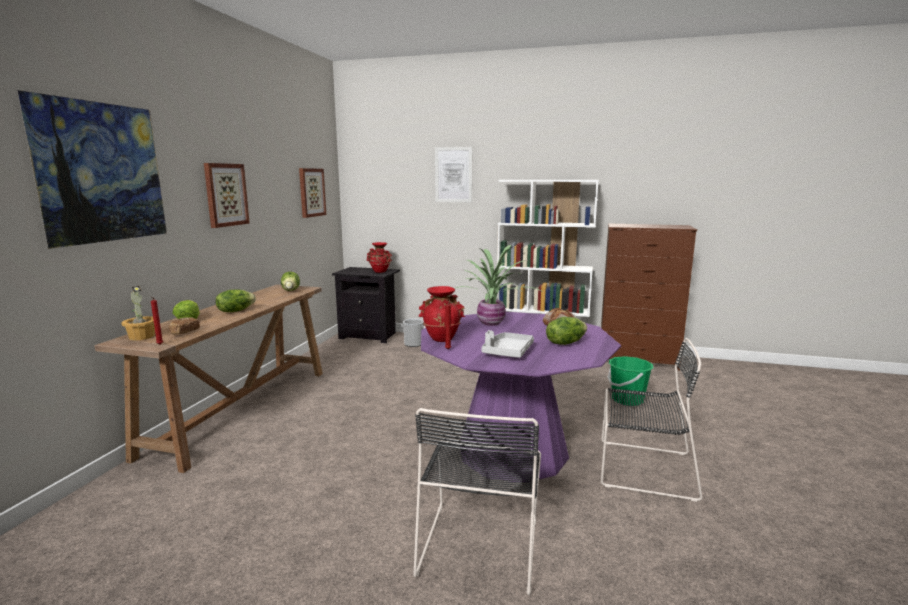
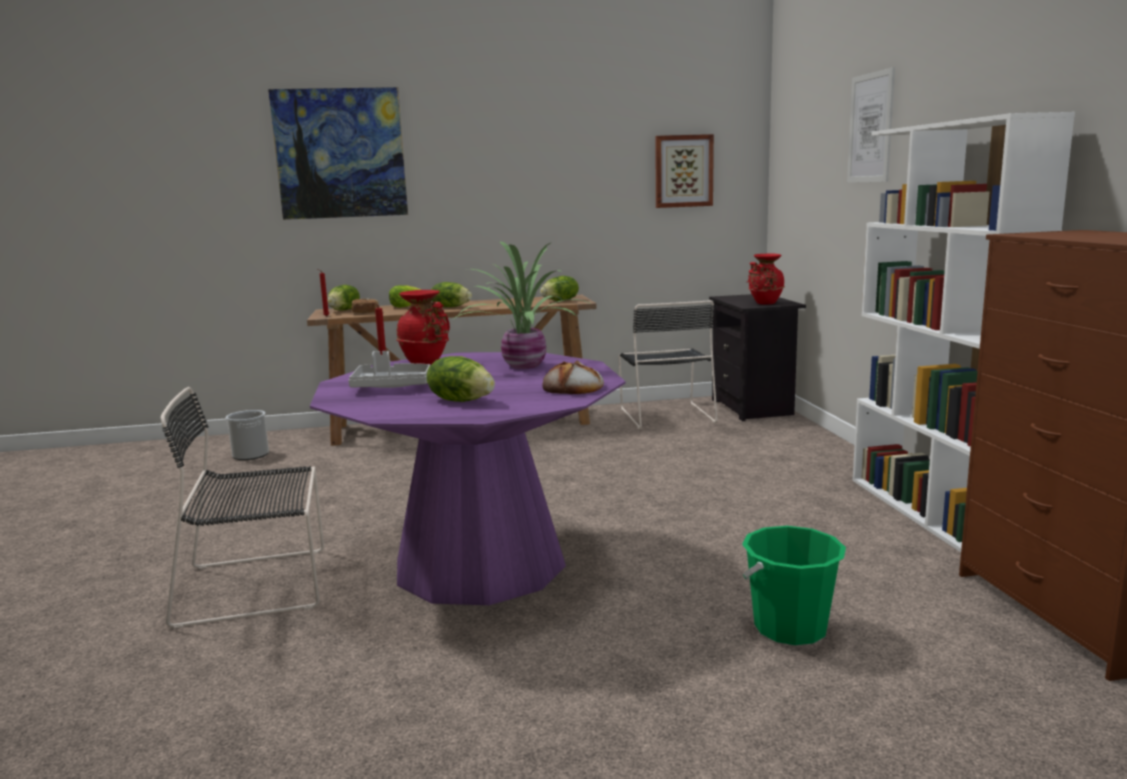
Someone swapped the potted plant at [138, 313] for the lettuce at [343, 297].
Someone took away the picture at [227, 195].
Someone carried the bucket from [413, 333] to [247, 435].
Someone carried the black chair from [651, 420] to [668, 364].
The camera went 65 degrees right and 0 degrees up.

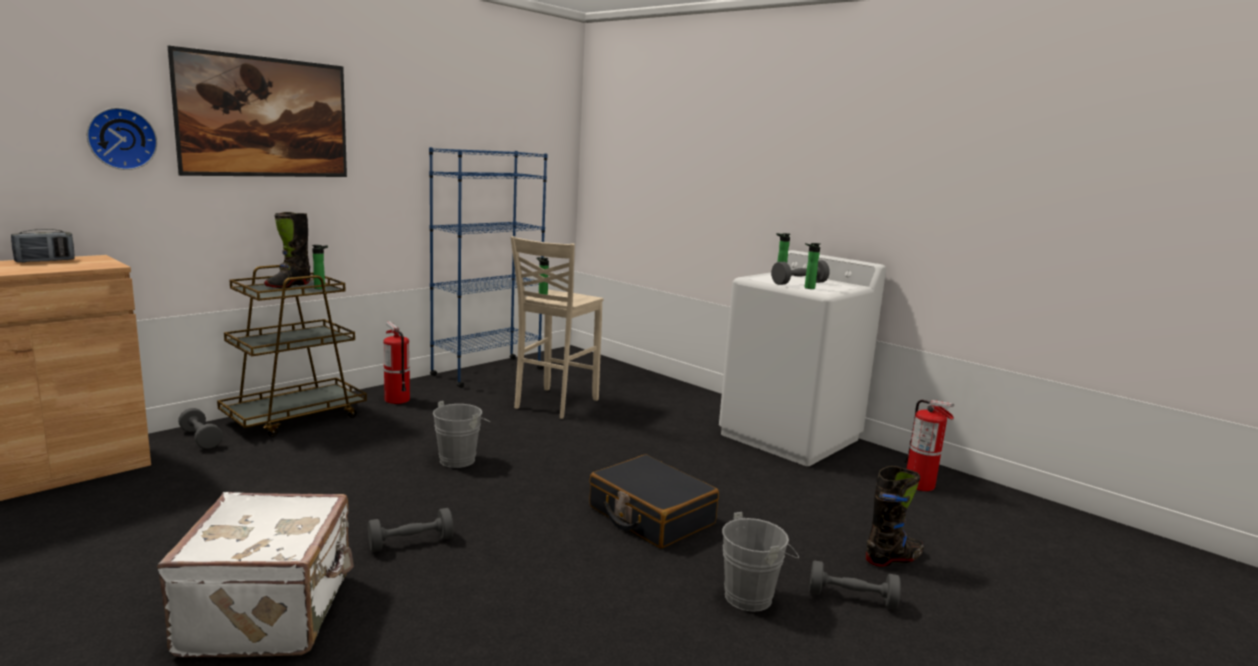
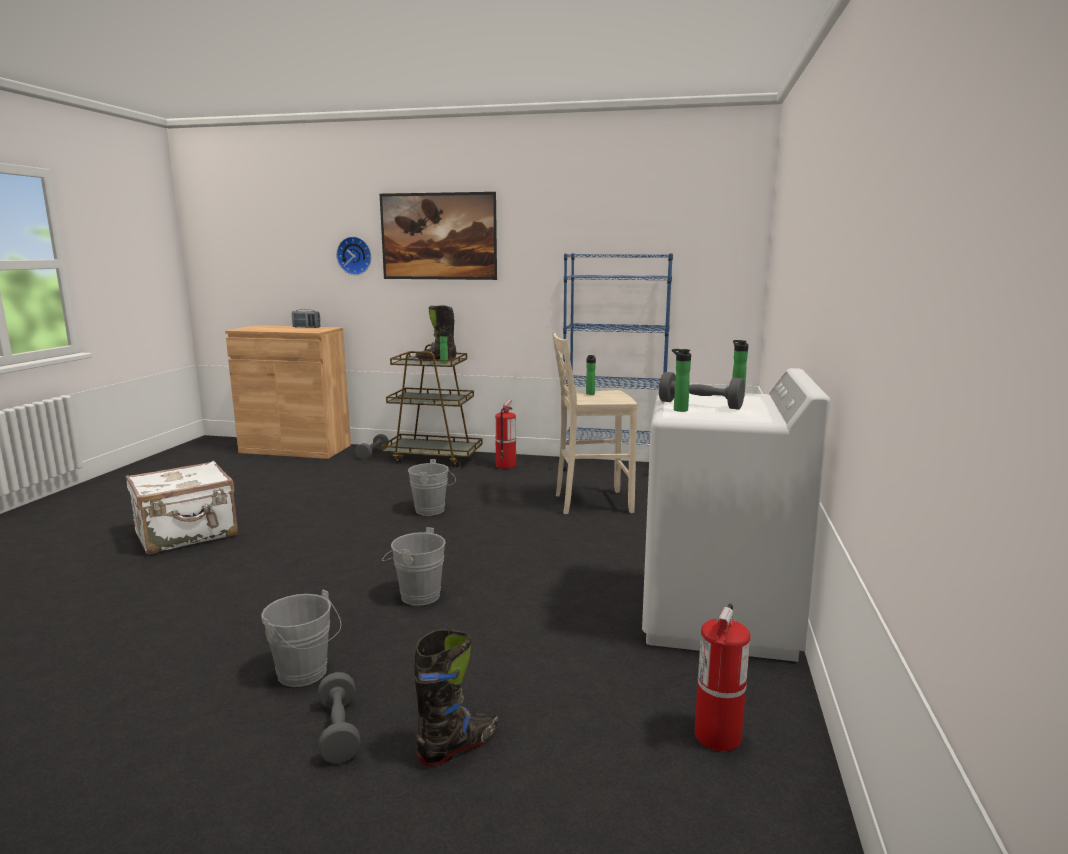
Someone took away the grey dumbbell at [411, 530].
Someone swapped the black suitcase at [654, 501] for the grey bucket at [414, 566].
Someone rotated the black boot at [895, 516] by 75 degrees counterclockwise.
The camera went 60 degrees right and 0 degrees up.

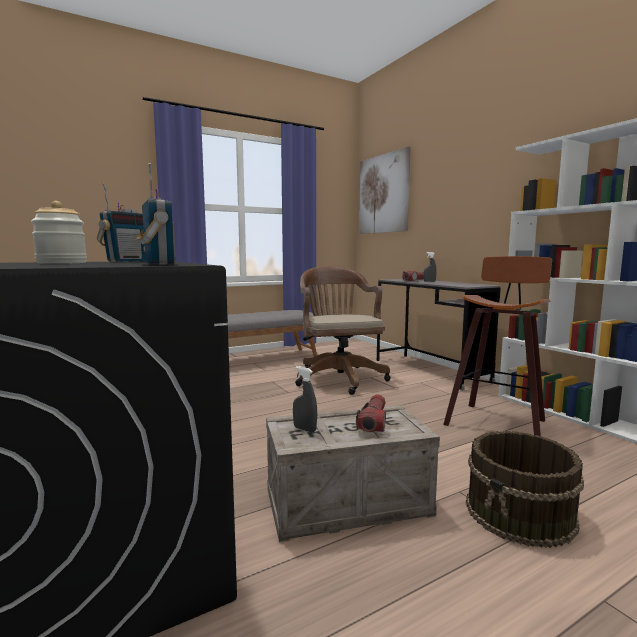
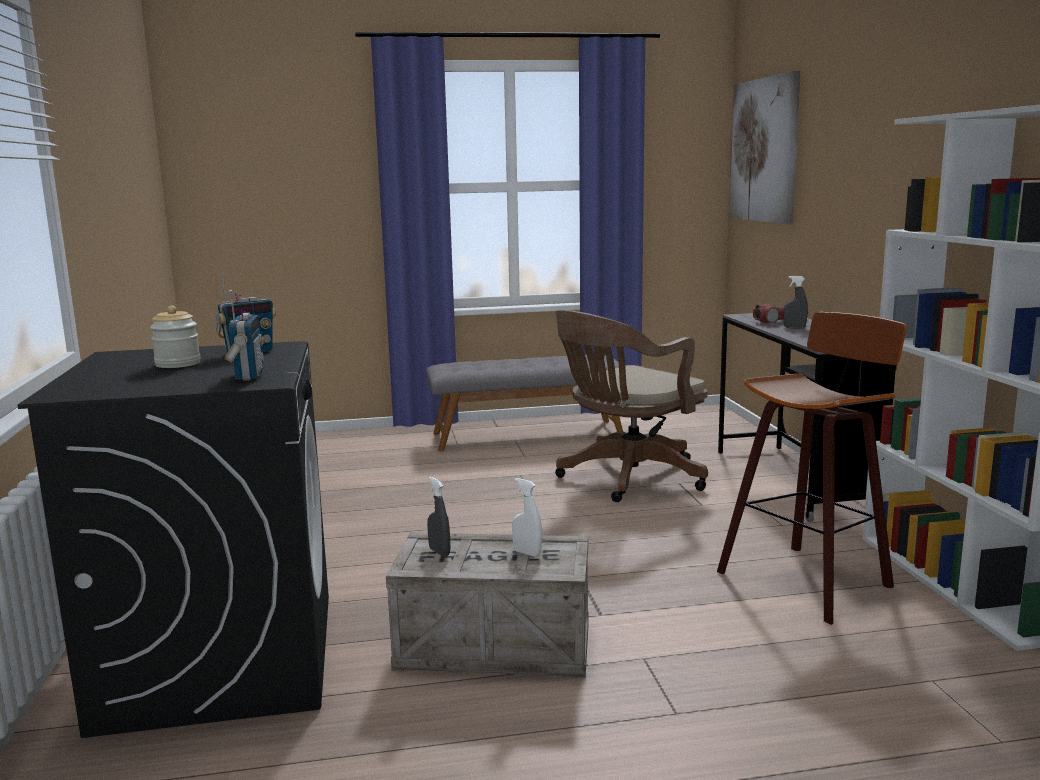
Someone rotated the brown office chair at [343, 330] by 135 degrees counterclockwise.
Someone swapped the flashlight at [371, 413] for the white spray bottle at [527, 517].
Someone took away the brown bucket at [525, 489].
The camera went 20 degrees right and 5 degrees up.

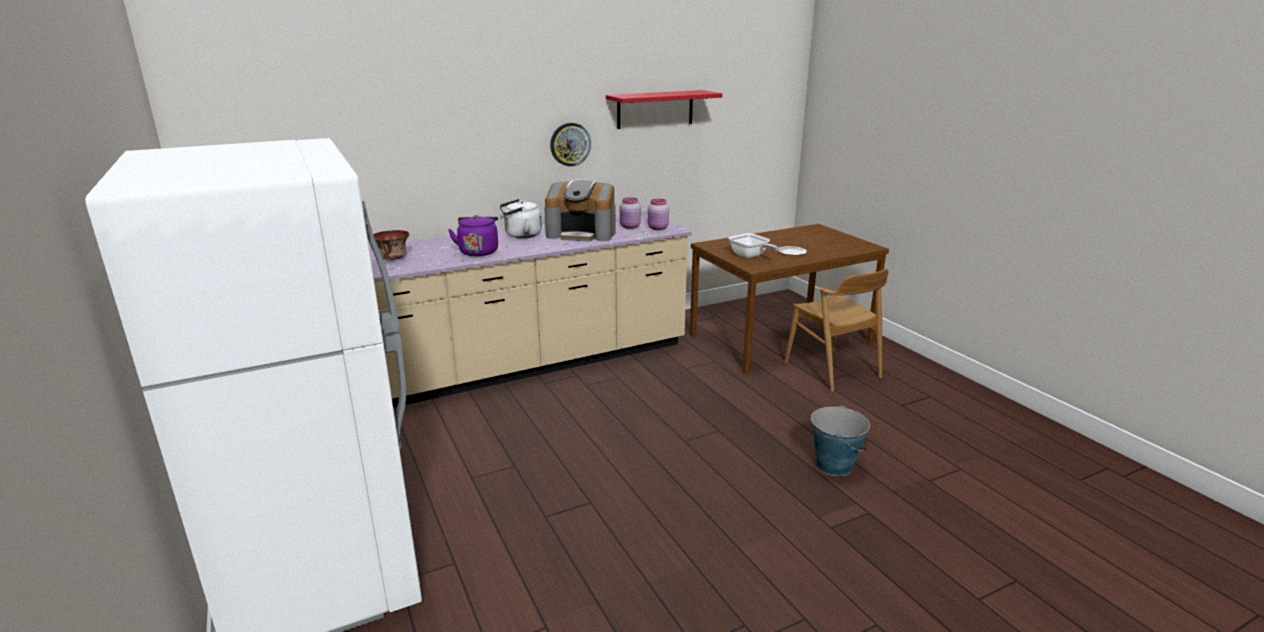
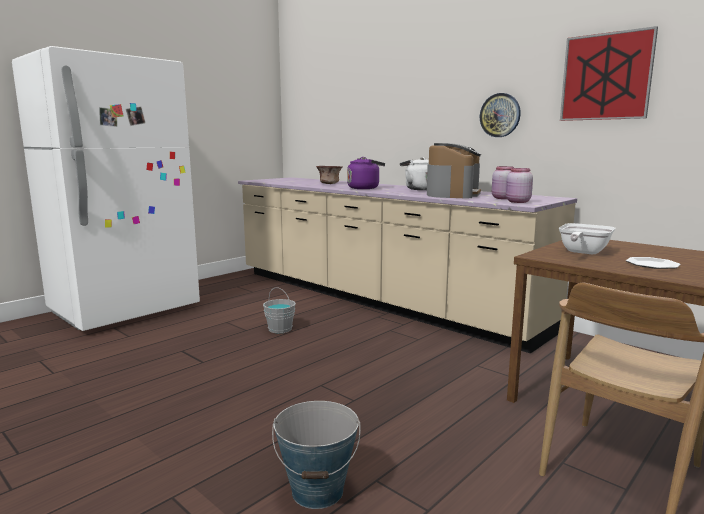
Someone rotated the coffee machine at [580, 210] by 150 degrees counterclockwise.
Someone swapped the red shelf at [664, 109] for the picture at [609, 73].
Someone put down the grey bucket at [279, 310].
The camera went 70 degrees right and 10 degrees down.

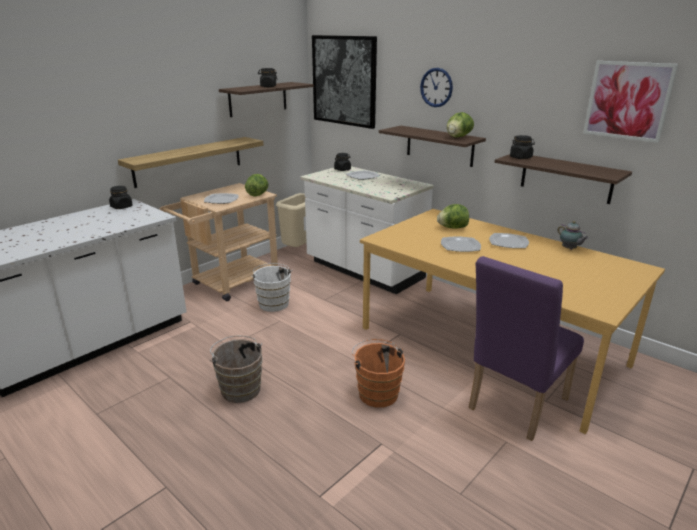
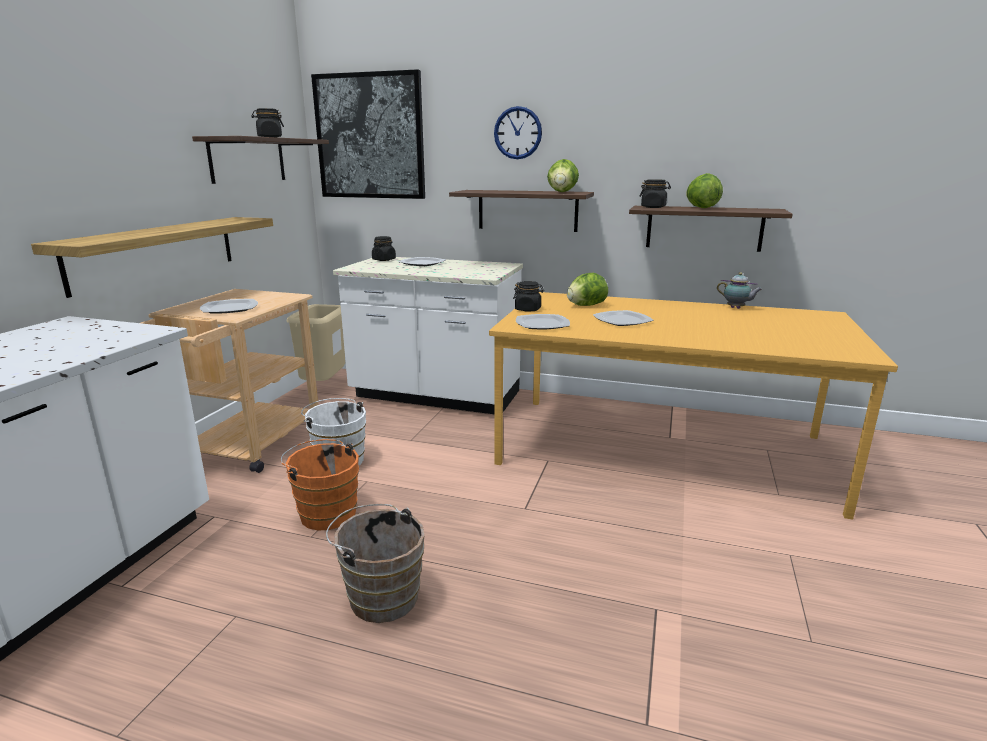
Someone carried the black jar from [121, 197] to [528, 296].
Someone carried the lettuce from [257, 185] to [704, 190].
Someone carried the orange bucket from [378, 373] to [320, 485].
Someone took away the purple chair at [526, 348].
Someone carried the plate from [509, 240] to [543, 321].
Someone took away the picture at [630, 102].
The camera went 25 degrees left and 5 degrees down.

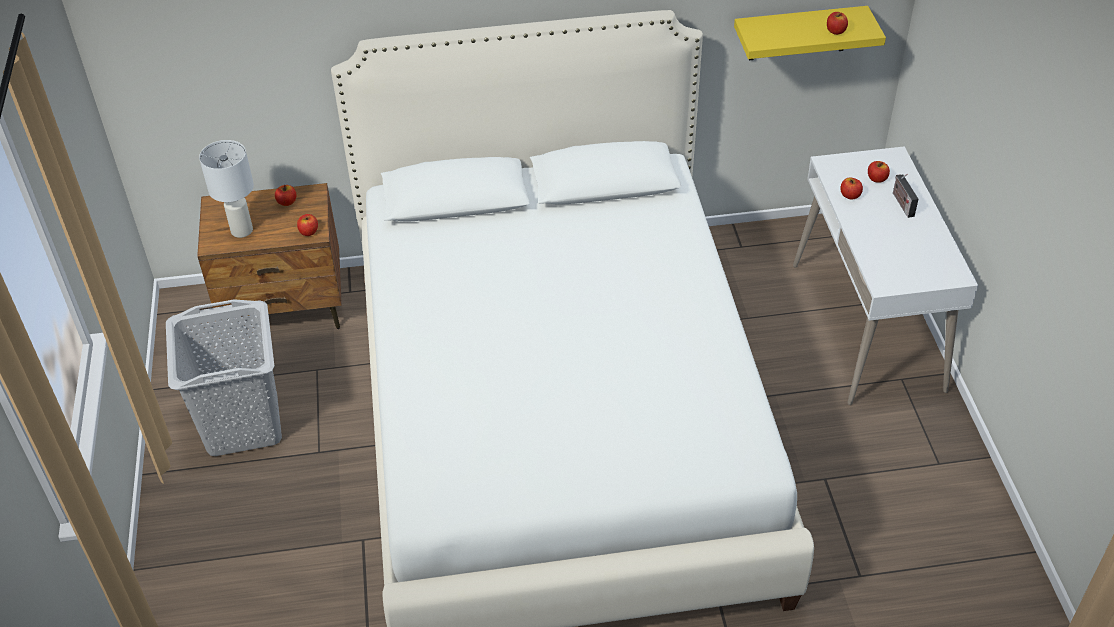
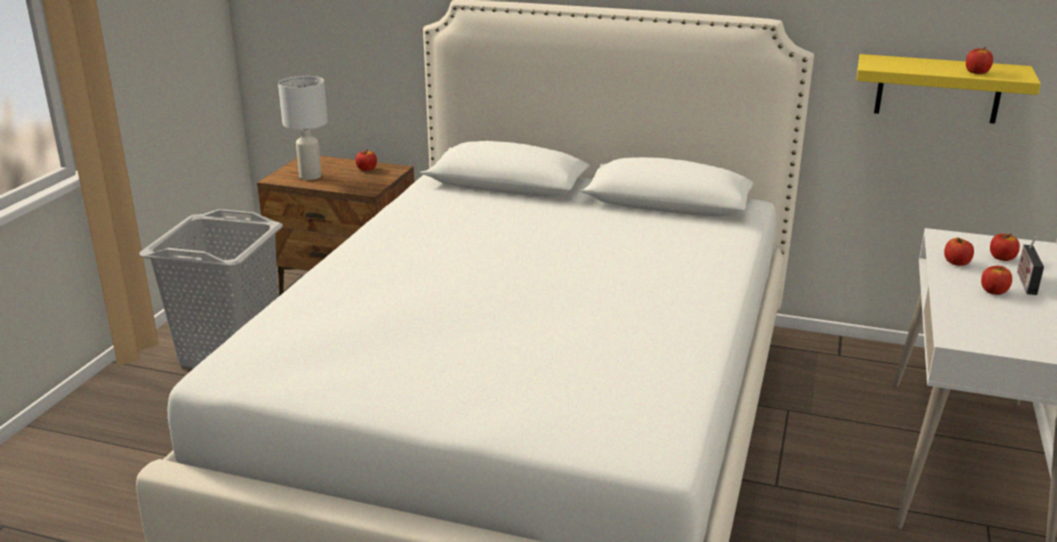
Someone carried the apple from [307, 225] to [996, 280].
The camera went 25 degrees right and 20 degrees down.

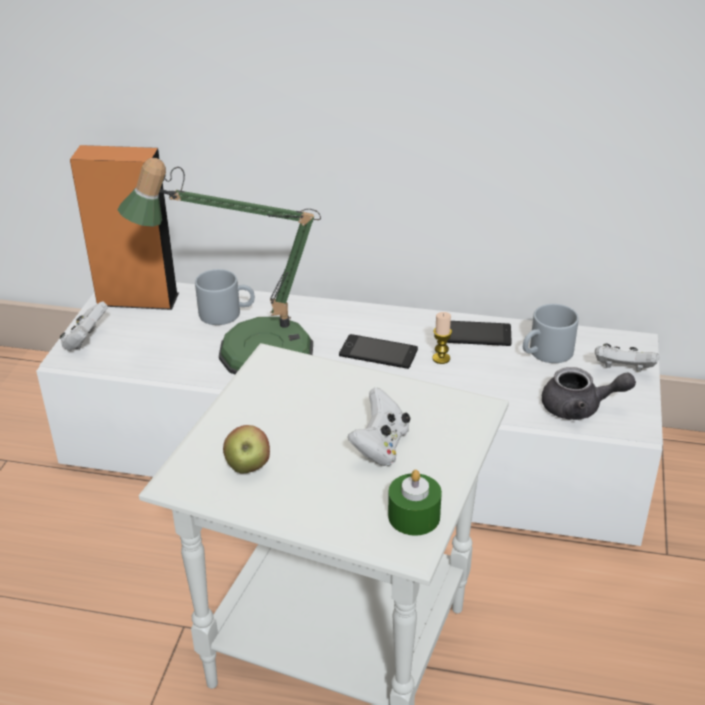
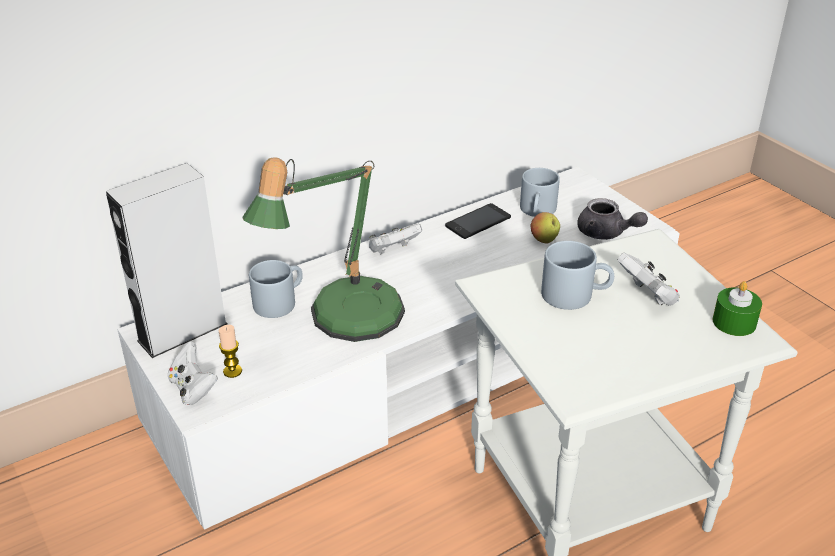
Someone repainted the orange speaker at [124, 227], which became the grey speaker at [167, 260].
Someone carried the apple from [246, 449] to [545, 227].
Someone took away the phone at [378, 351].
Someone carried the candle from [442, 338] to [230, 351].
Someone rotated the grey teapot at [589, 393] by 75 degrees clockwise.
Someone carried the white game controller from [627, 357] to [395, 239].
Someone put down the grey mug at [577, 275].
The camera went 45 degrees left and 0 degrees up.

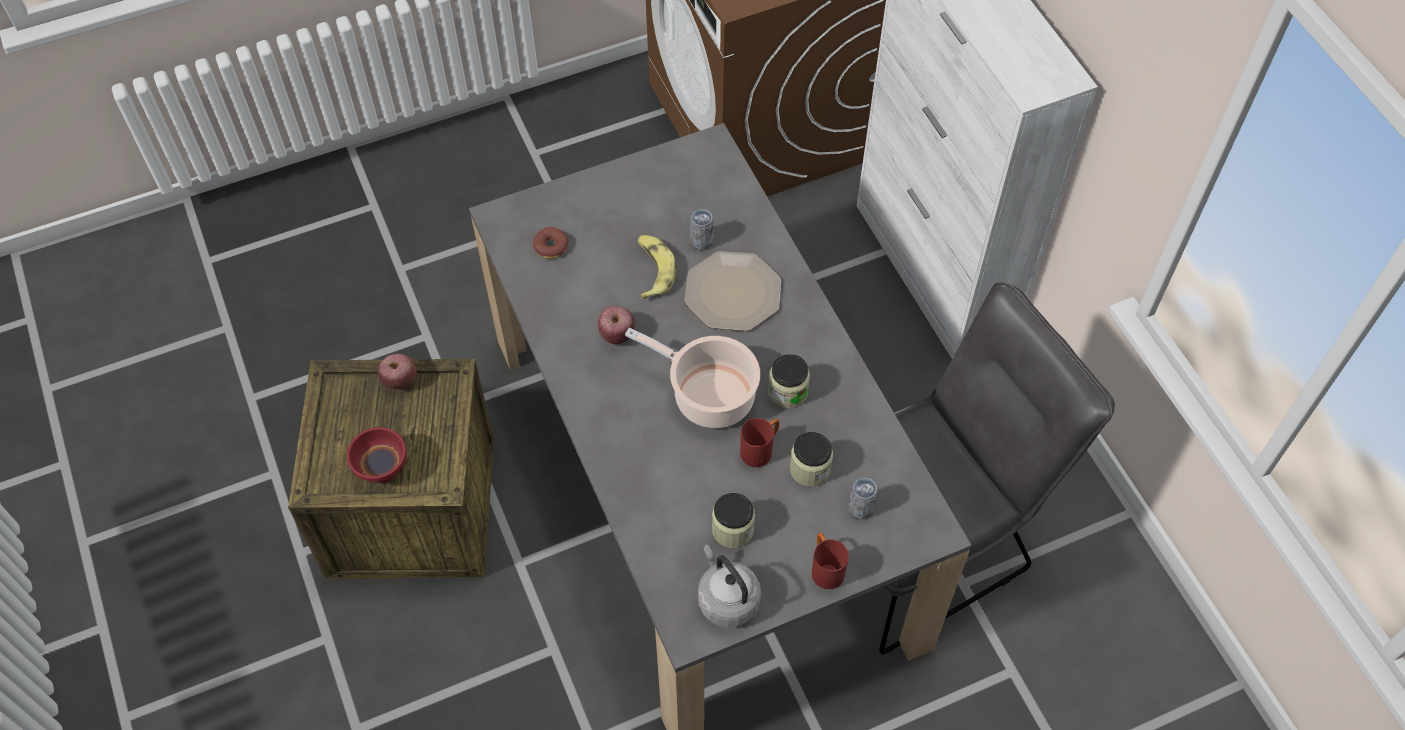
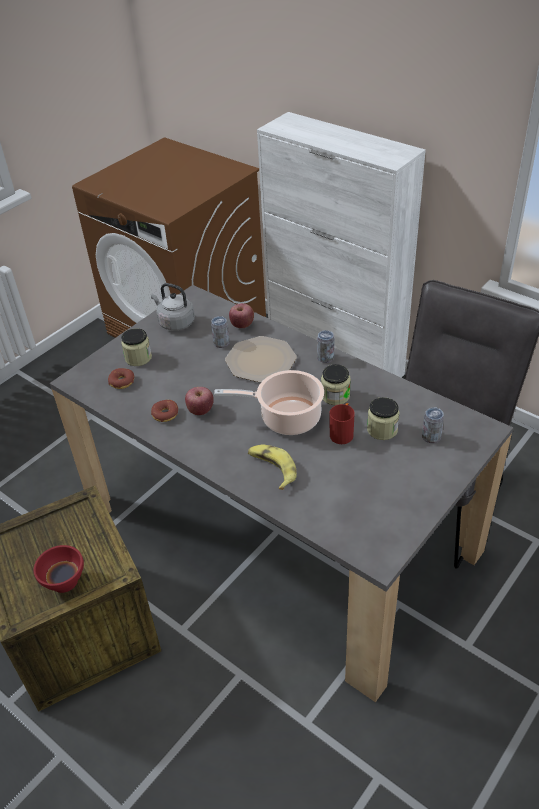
Someone carried the apple from [397, 371] to [241, 315].
Someone carried the banana from [656, 267] to [272, 467].
Someone carried the grey kettle from [729, 586] to [173, 307].
Someone carried the jar from [733, 520] to [136, 347].
Someone took away the red mug at [830, 561].
Someone put down the donut at [164, 411].
Someone put down the can at [325, 346].
The camera went 25 degrees left and 15 degrees down.

